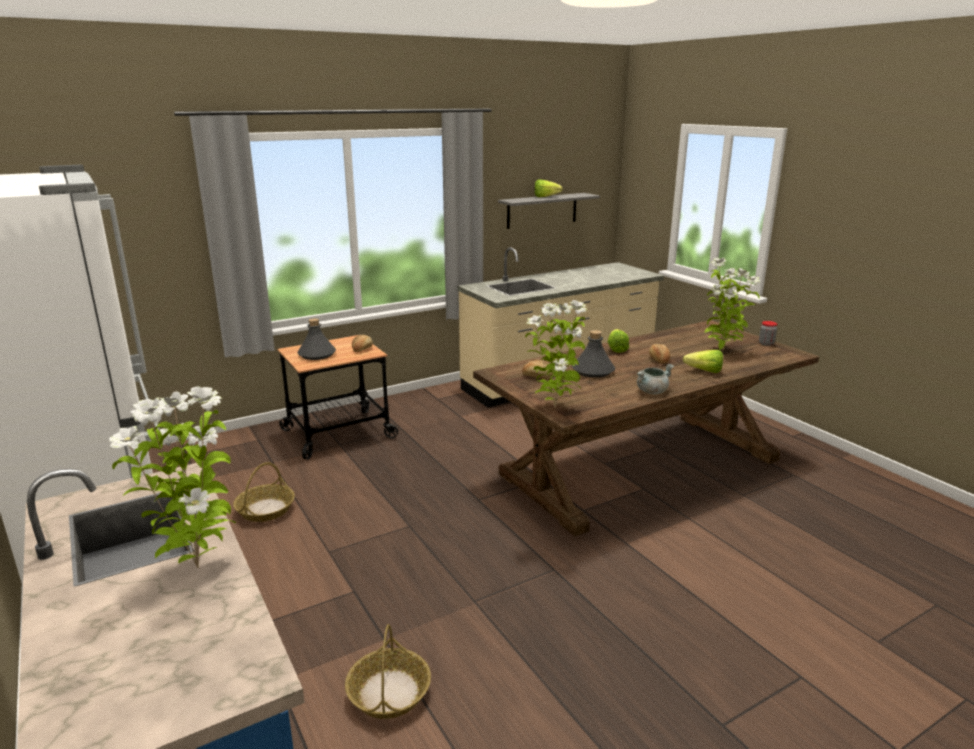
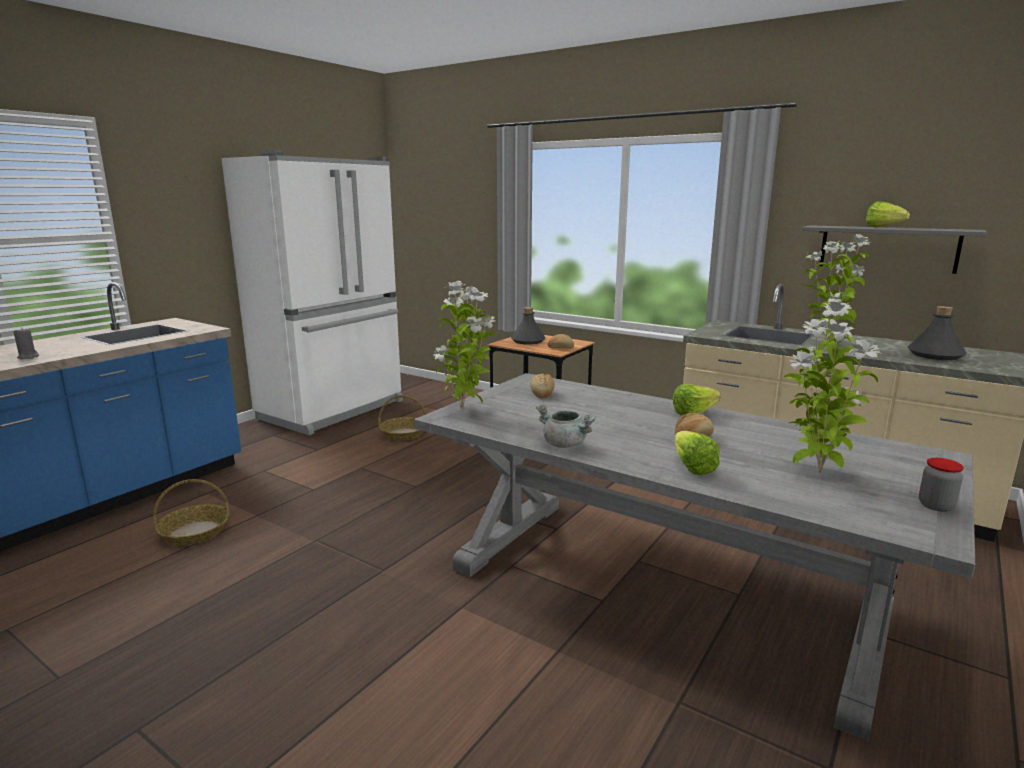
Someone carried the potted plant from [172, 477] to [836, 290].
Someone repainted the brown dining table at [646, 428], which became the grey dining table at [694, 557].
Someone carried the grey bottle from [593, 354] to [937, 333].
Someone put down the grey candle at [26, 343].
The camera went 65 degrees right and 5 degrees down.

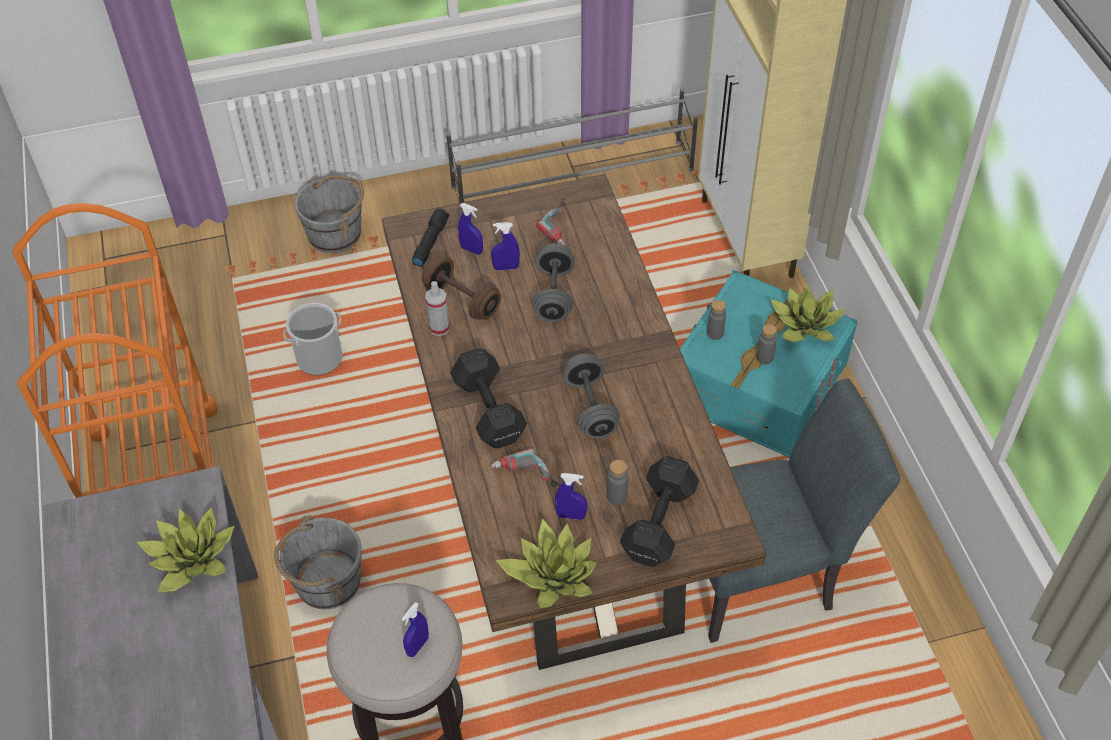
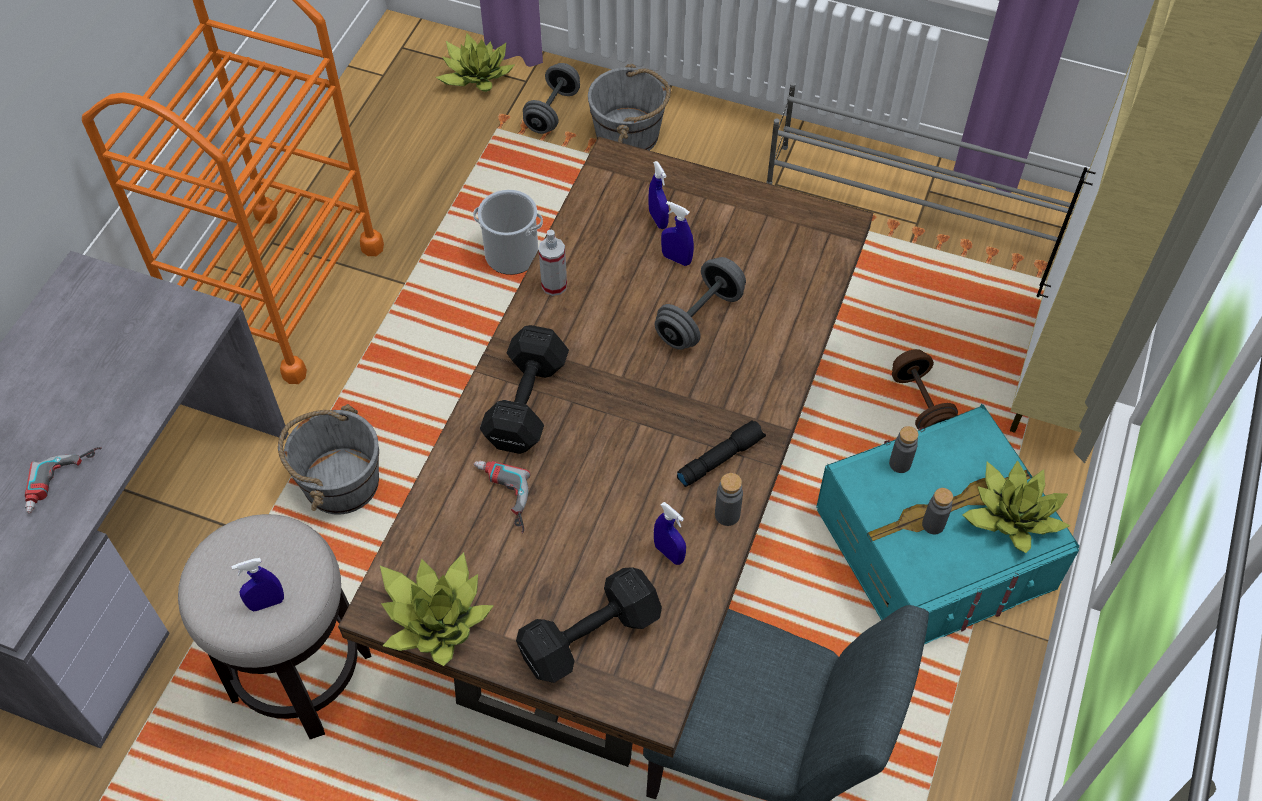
Someone carried the potted plant from [186, 550] to [475, 62].
Someone carried the black flashlight from [430, 238] to [721, 453].
Someone carried the brown dumbbell from [461, 288] to [925, 389].
Someone carried the power drill from [551, 222] to [63, 480].
Someone carried the blue spray bottle from [571, 496] to [670, 533].
Someone carried the grey dumbbell from [591, 396] to [551, 98].
Someone carried the grey bottle from [617, 482] to [729, 499].
The camera went 35 degrees right and 5 degrees up.

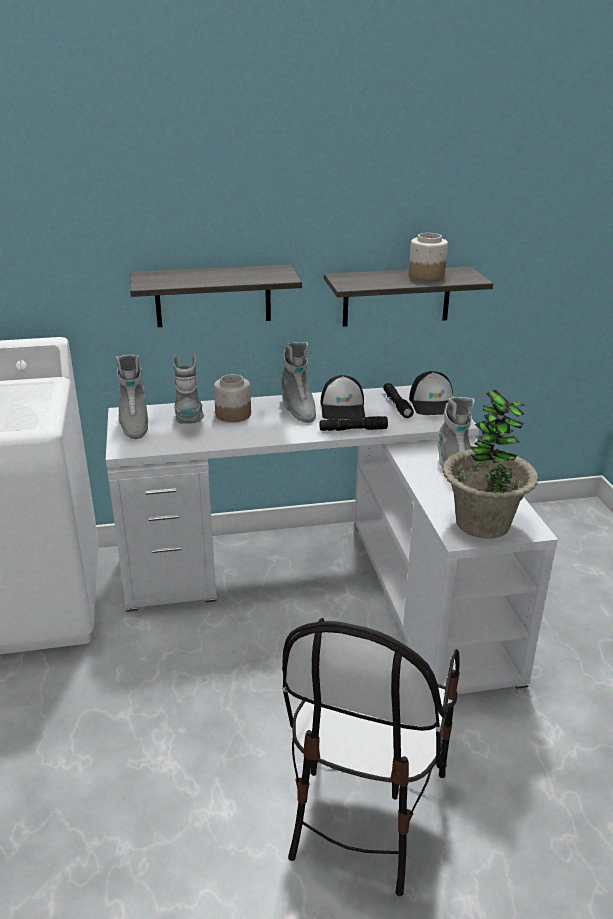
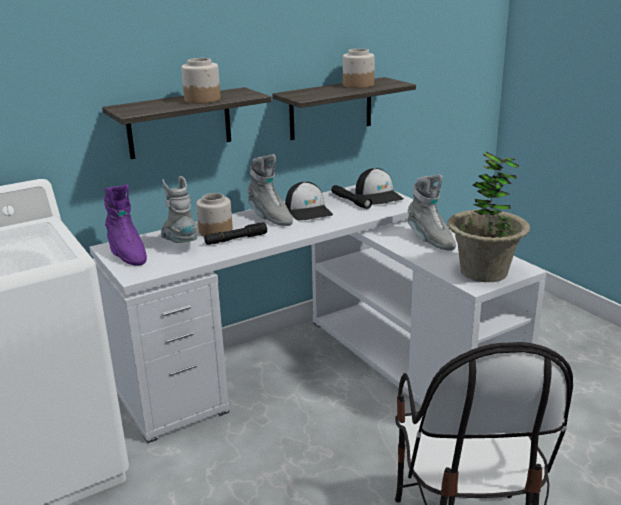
Someone repainted the grey boot at [132, 397], which became the purple boot at [125, 225].
Someone carried the black flashlight from [354, 423] to [235, 233].
Someone put down the jar at [201, 81].
The camera went 20 degrees left and 5 degrees down.

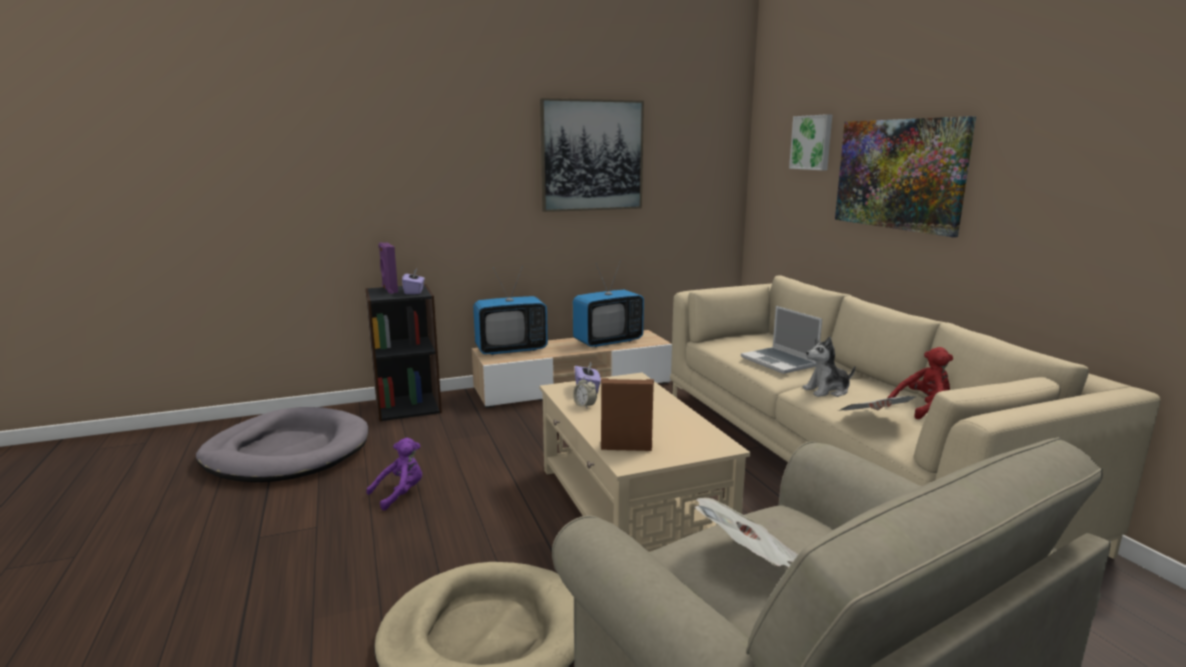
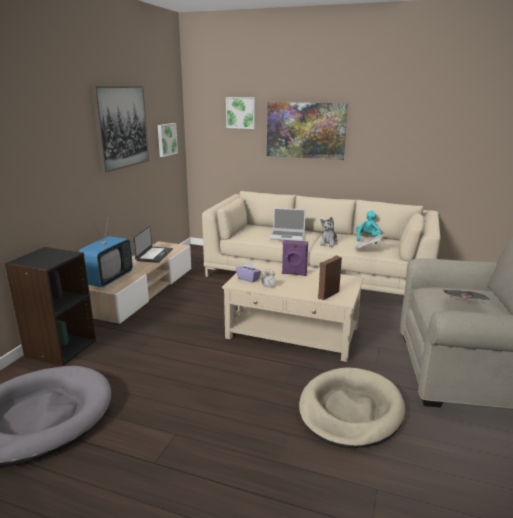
Someone took away the purple plush toy at [394, 474].
Someone carried the purple speaker from [388, 268] to [295, 258].
Someone took away the purple tissue box at [413, 281].
Someone swapped the television at [608, 304] for the laptop at [153, 244].
Someone repainted the red plush toy at [920, 383], which became the turquoise plush toy at [368, 227].
Someone put up the picture at [168, 140].
The camera went 50 degrees left and 5 degrees up.

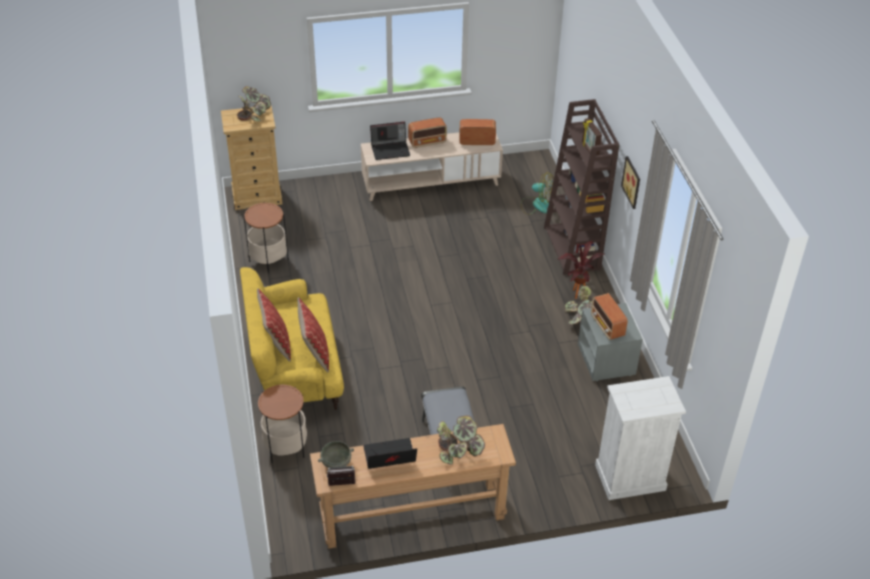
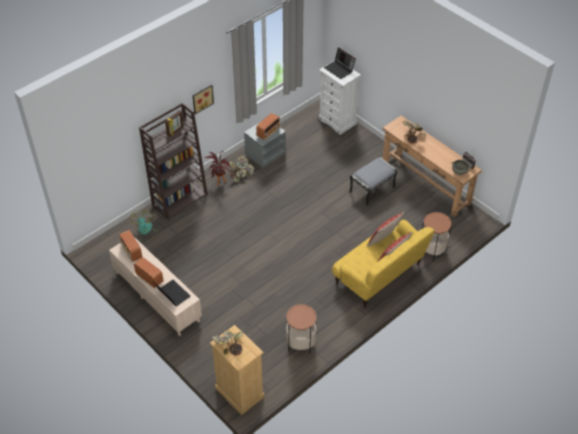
Someone carried the laptop from [390, 453] to [340, 63].
The camera went 120 degrees left and 5 degrees up.

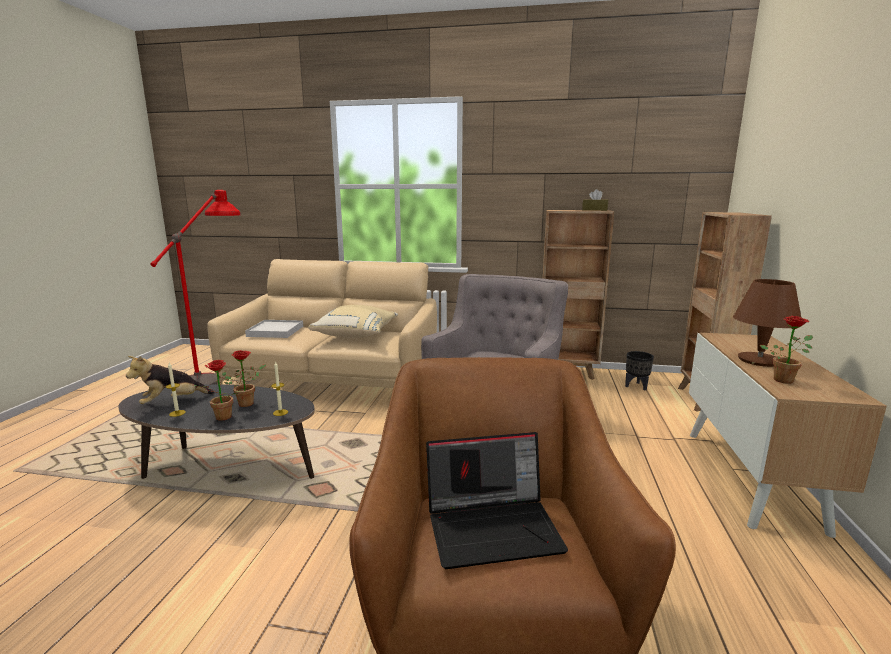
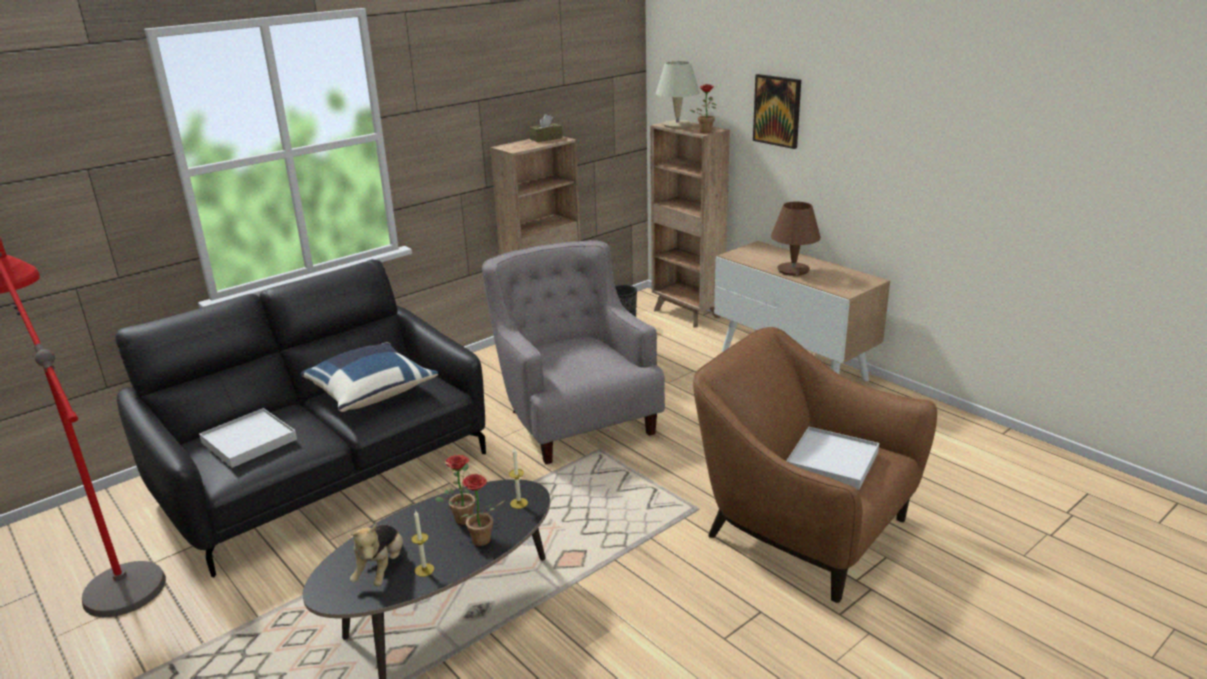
Someone repainted the beige sofa at [322, 323], which became the black sofa at [300, 418].
Someone repainted the beige pillow at [353, 321], which became the blue pillow at [369, 377].
Someone swapped the laptop at [497, 500] for the white tray at [832, 458].
Someone carried the potted plant from [786, 350] to [703, 108].
Someone put down the beige table lamp at [678, 94].
Someone put up the picture at [777, 111].
The camera went 50 degrees left and 10 degrees up.

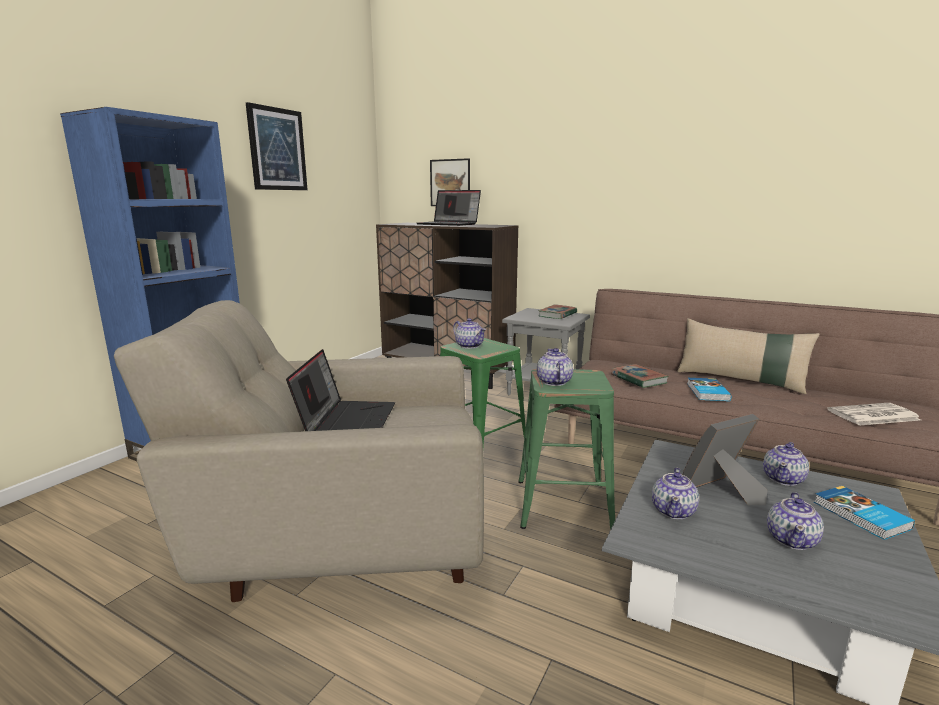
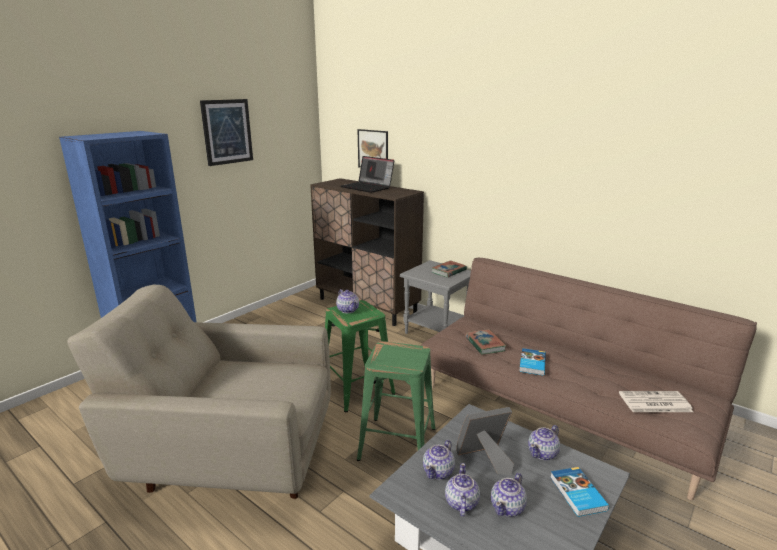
Someone took away the laptop at [340, 390].
Someone carried the teapot from [555, 367] to [462, 490].
Someone took away the beige pillow at [748, 356].
The camera went 10 degrees right and 5 degrees up.

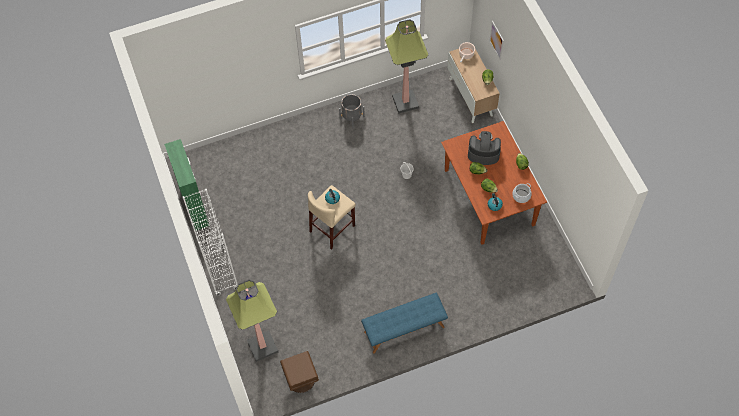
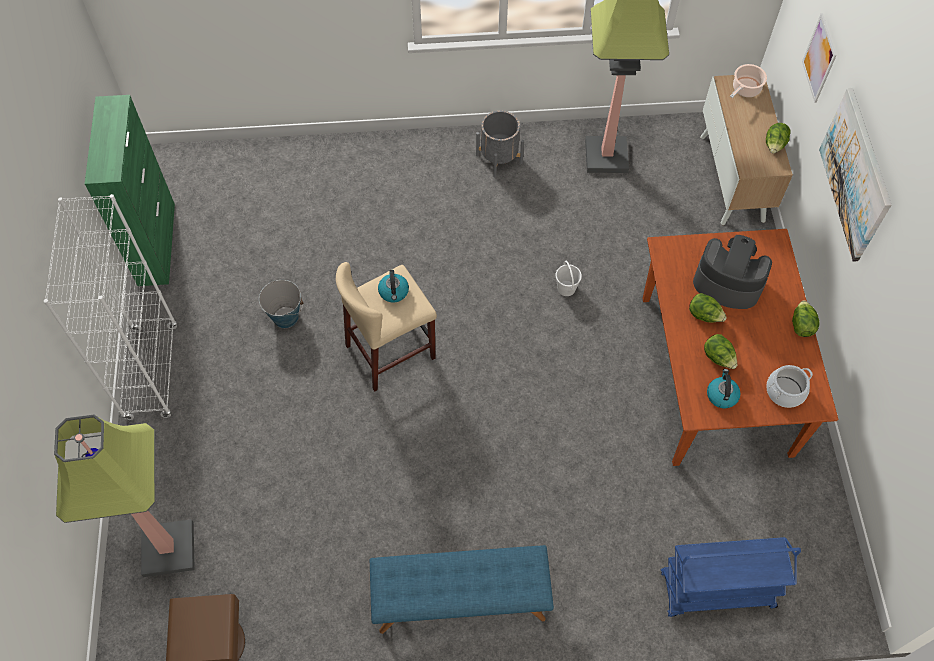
Someone put down the bucket at [281, 304].
Someone put down the blue cart at [730, 577].
Someone put up the picture at [855, 175].
The camera went 15 degrees right and 0 degrees up.

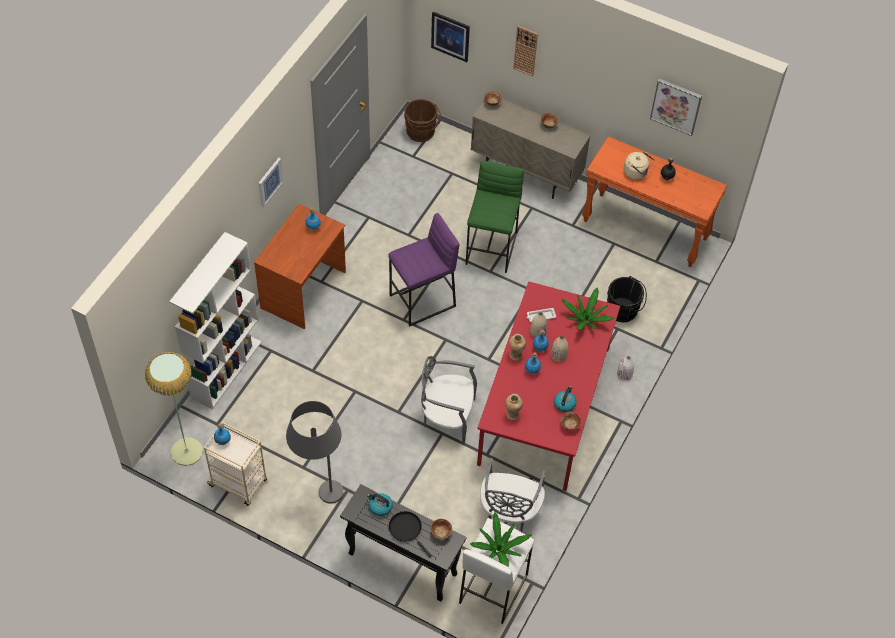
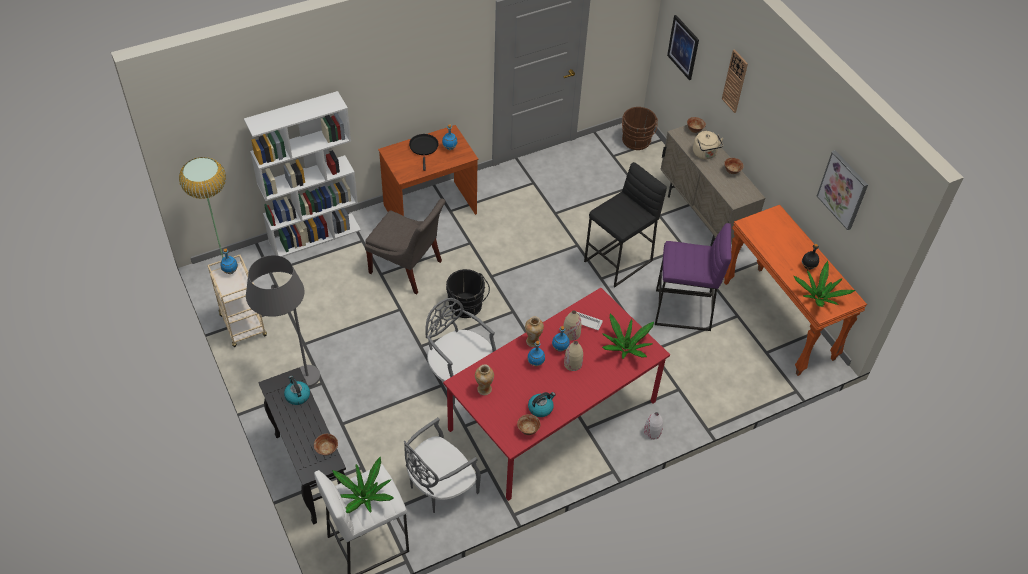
Someone took away the picture at [271, 183].
Someone carried the purple stool from [423, 270] to [693, 277].
Someone carried the black frying pan from [410, 534] to [424, 152].
Someone repainted the green stool at [495, 217], which became the black stool at [625, 224].
Someone carried the black bucket from [627, 299] to [468, 293].
Someone carried the beige kettle from [639, 166] to [708, 145].
Someone put down the grey chair at [405, 246].
Someone put down the potted plant at [824, 284].
The camera went 35 degrees right and 5 degrees down.

